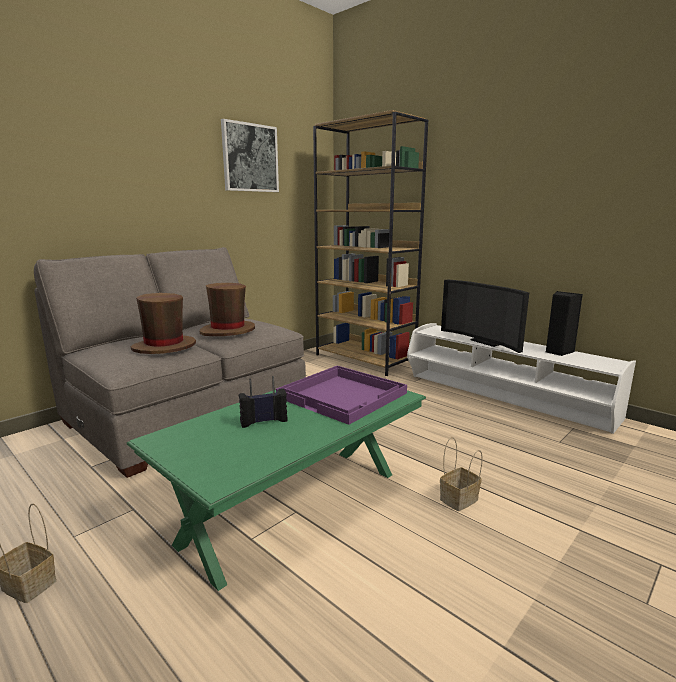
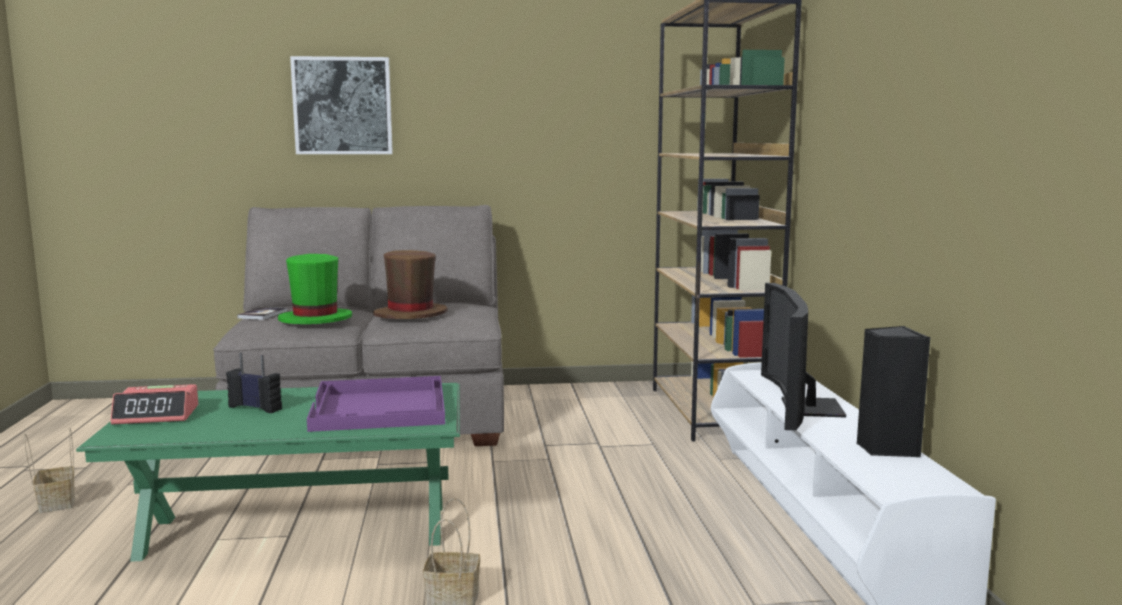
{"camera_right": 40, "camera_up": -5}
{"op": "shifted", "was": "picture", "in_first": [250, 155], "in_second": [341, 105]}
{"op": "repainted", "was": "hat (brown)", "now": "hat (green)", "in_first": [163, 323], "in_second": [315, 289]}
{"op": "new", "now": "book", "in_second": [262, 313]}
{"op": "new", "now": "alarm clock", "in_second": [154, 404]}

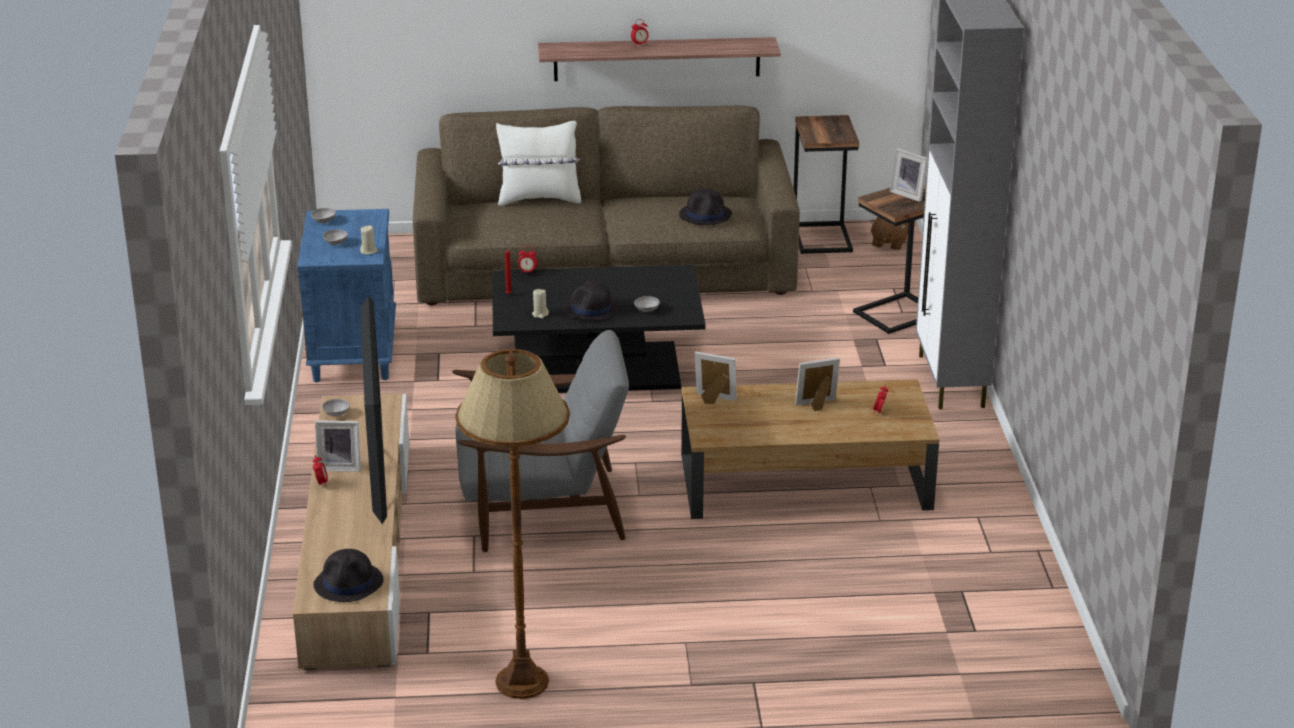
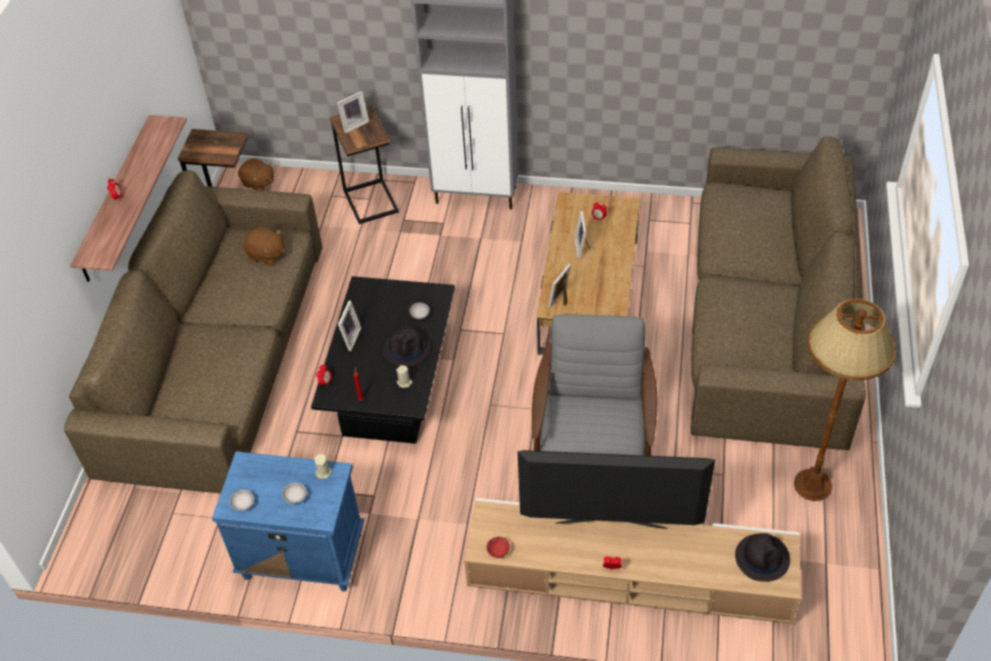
{"camera_right": -75, "camera_up": 20}
{"op": "gone", "was": "pillow (white)", "in_first": [538, 163]}
{"op": "swapped", "was": "hat (black)", "now": "plush toy (brown)", "in_first": [705, 207], "in_second": [264, 246]}
{"op": "repainted", "was": "bowl (grey)", "now": "bowl (red)", "in_first": [336, 407], "in_second": [498, 547]}
{"op": "shifted", "was": "picture frame", "in_first": [338, 446], "in_second": [349, 326]}
{"op": "new", "now": "sofa (brown)", "in_second": [778, 293]}

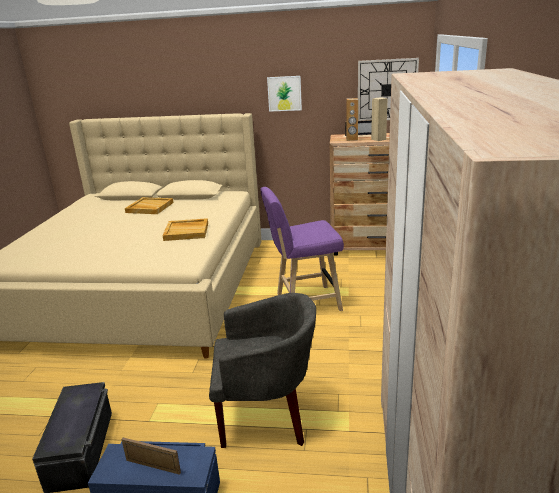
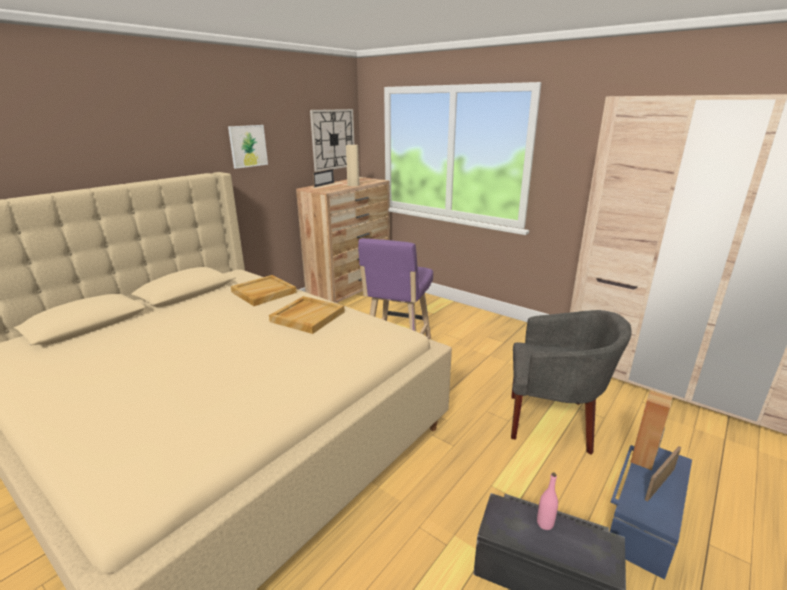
{"camera_right": -60, "camera_up": 0}
{"op": "shifted", "was": "speaker (brown)", "in_first": [352, 119], "in_second": [651, 430]}
{"op": "shifted", "was": "tray (beige)", "in_first": [149, 205], "in_second": [264, 290]}
{"op": "rotated", "was": "armchair (grey)", "in_first": [262, 370], "in_second": [571, 382], "clockwise": 75}
{"op": "new", "now": "bottle (pink)", "in_second": [547, 501]}

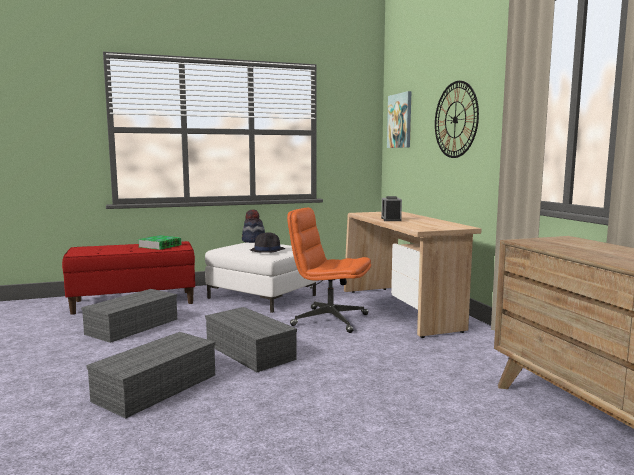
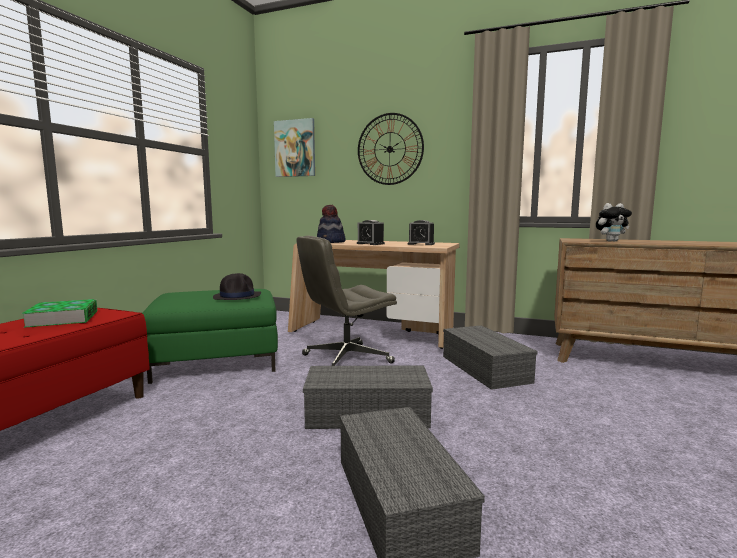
{"camera_right": -50, "camera_up": 0}
{"op": "repainted", "was": "office chair (orange)", "now": "office chair (grey)", "in_first": [329, 270], "in_second": [347, 300]}
{"op": "shifted", "was": "hat", "in_first": [253, 226], "in_second": [331, 224]}
{"op": "repainted", "was": "ottoman (white)", "now": "ottoman (green)", "in_first": [261, 277], "in_second": [210, 336]}
{"op": "shifted", "was": "storage box (grey)", "in_first": [129, 316], "in_second": [490, 357]}
{"op": "new", "now": "plush toy", "in_second": [614, 222]}
{"op": "new", "now": "alarm clock", "in_second": [421, 232]}

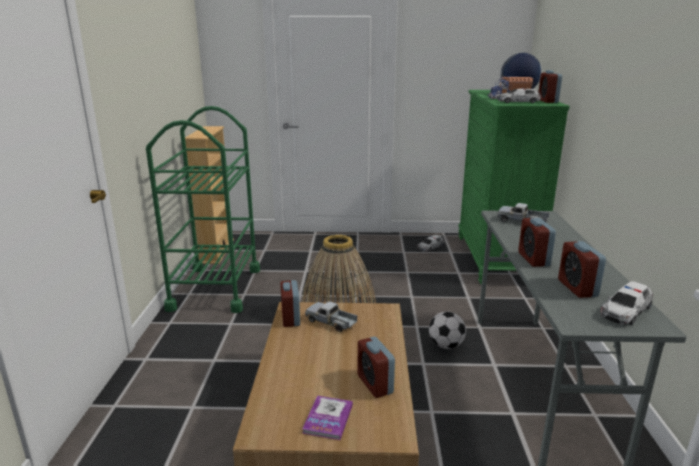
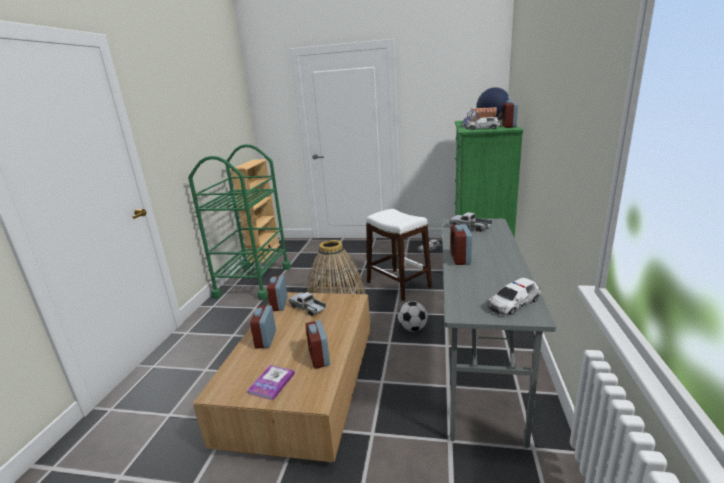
{"camera_right": 10, "camera_up": 0}
{"op": "shifted", "was": "alarm clock", "in_first": [582, 269], "in_second": [263, 327]}
{"op": "new", "now": "stool (white)", "in_second": [399, 255]}

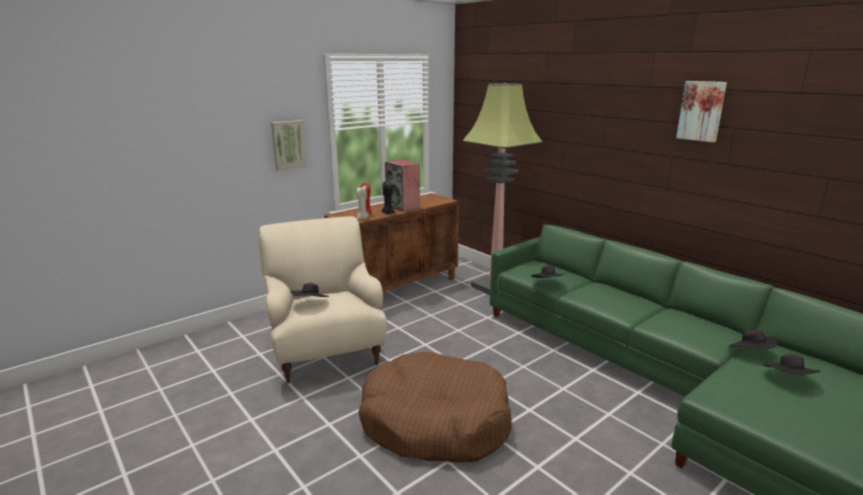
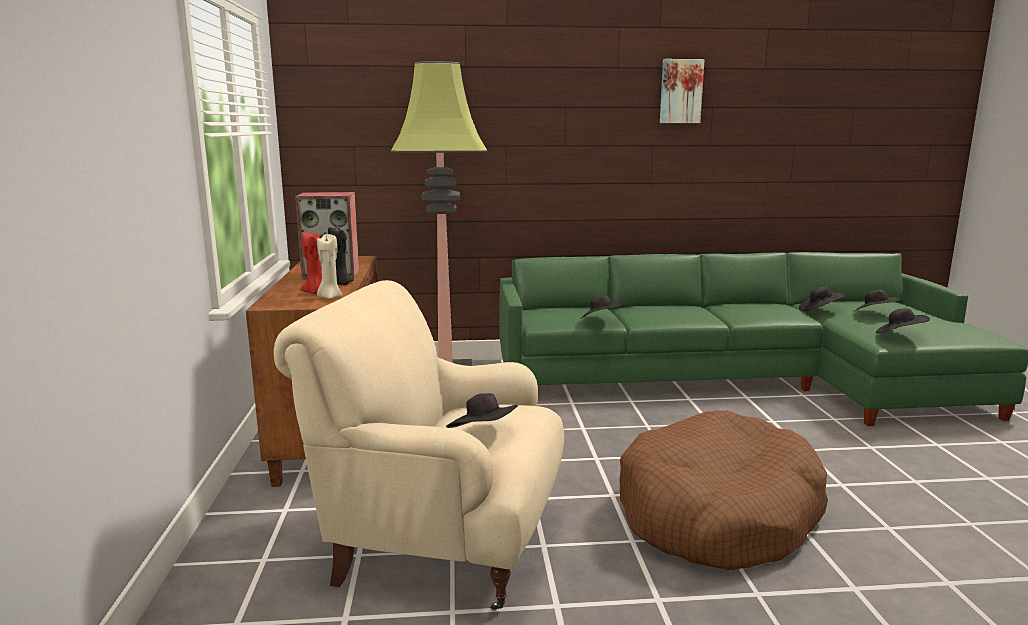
{"camera_right": -55, "camera_up": -5}
{"op": "gone", "was": "picture", "in_first": [289, 145]}
{"op": "new", "now": "hat (black)", "in_second": [903, 321]}

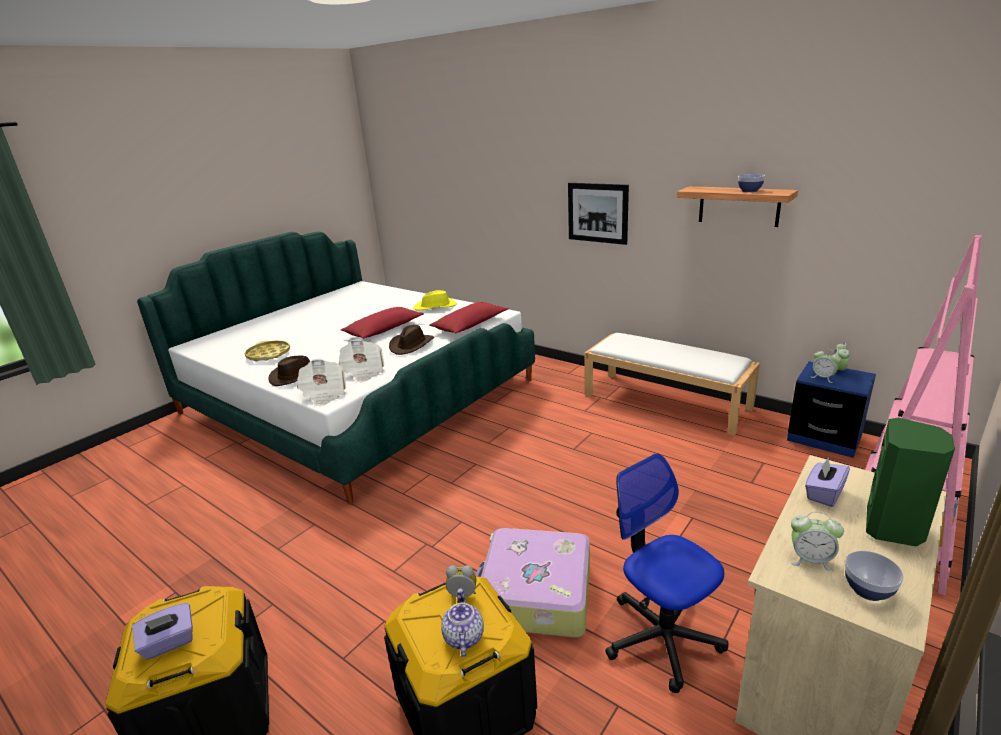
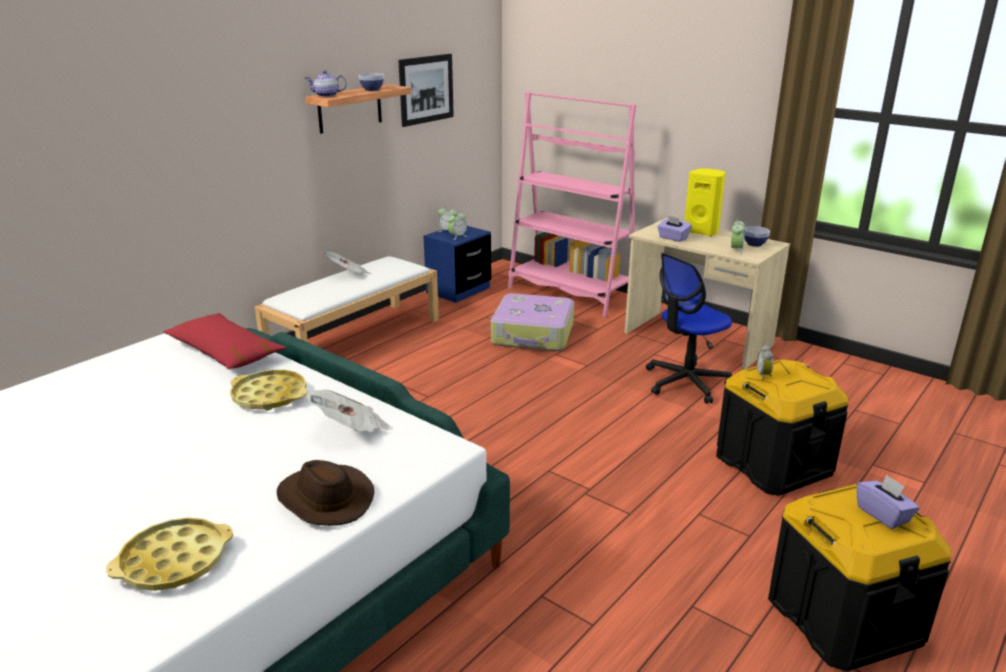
{"camera_right": -90, "camera_up": 0}
{"op": "shifted", "was": "picture", "in_first": [598, 214], "in_second": [426, 90]}
{"op": "gone", "was": "hat (yellow)", "in_first": [435, 300]}
{"op": "gone", "was": "pillow (red)", "in_first": [382, 323]}
{"op": "swapped", "was": "hat (brown)", "now": "tray (yellow)", "in_first": [411, 340], "in_second": [269, 390]}
{"op": "shifted", "was": "newspaper", "in_first": [321, 382], "in_second": [346, 262]}
{"op": "repainted", "was": "speaker (green)", "now": "speaker (yellow)", "in_first": [910, 482], "in_second": [705, 202]}
{"op": "shifted", "was": "suitcase", "in_first": [533, 583], "in_second": [532, 322]}
{"op": "shifted", "was": "teapot", "in_first": [462, 623], "in_second": [326, 83]}

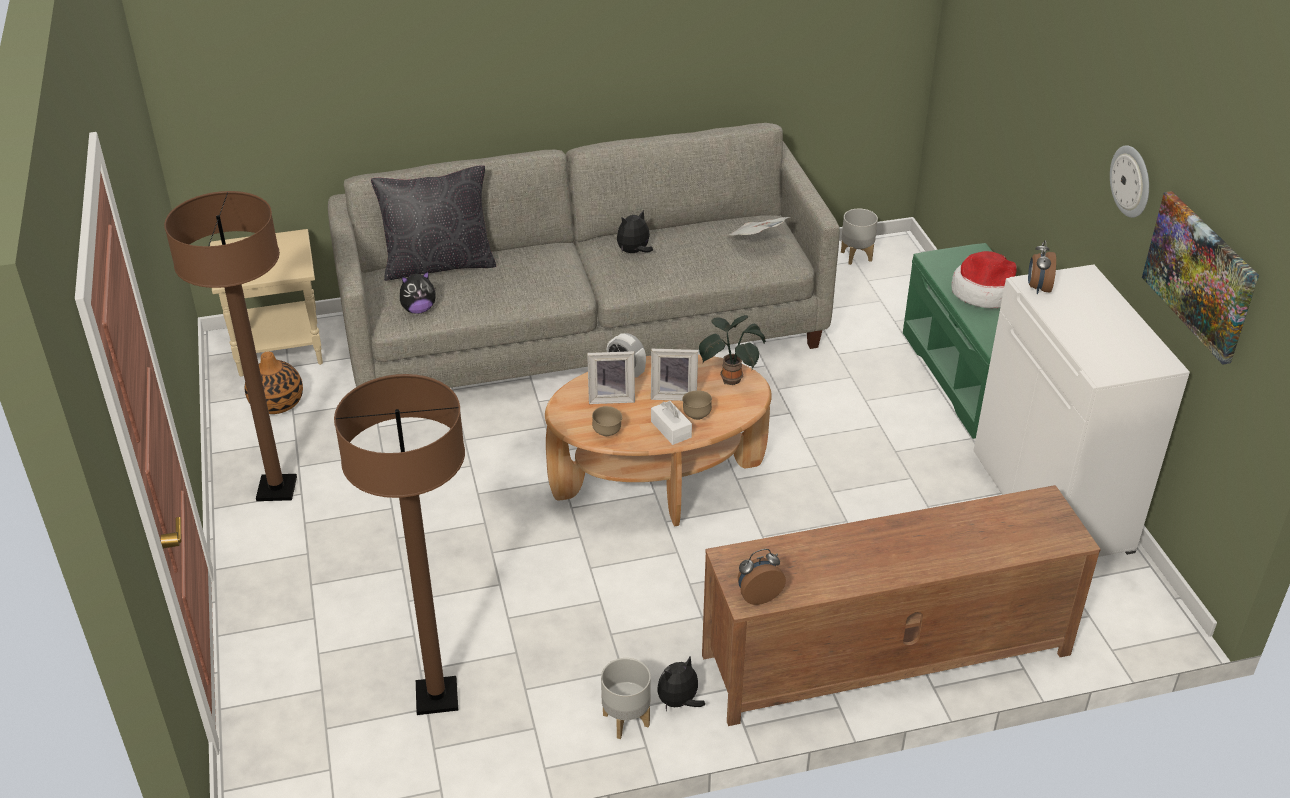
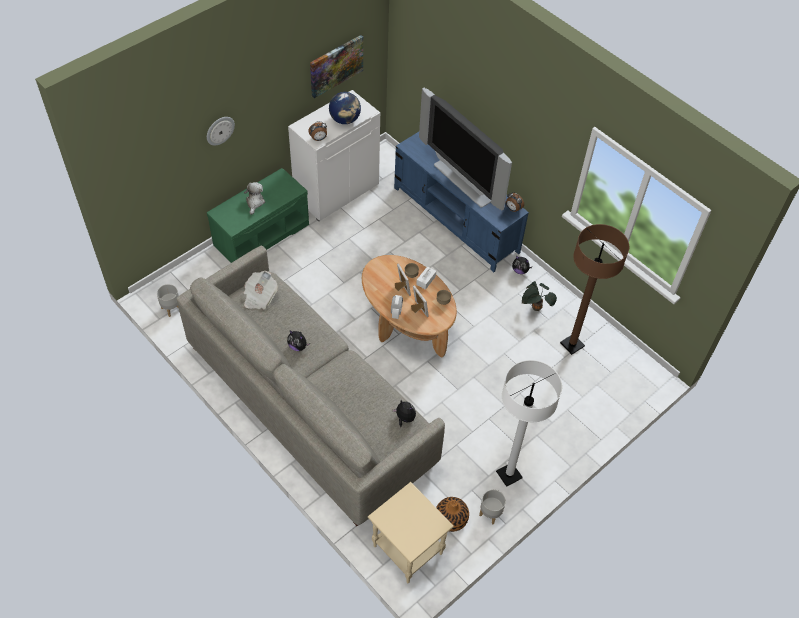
{"camera_right": -120, "camera_up": 15}
{"op": "shifted", "was": "wall clock", "in_first": [1129, 181], "in_second": [221, 131]}
{"op": "gone", "was": "pillow (black)", "in_first": [433, 223]}
{"op": "repainted", "was": "floor lamp (brown)", "now": "floor lamp (white)", "in_first": [230, 346], "in_second": [529, 423]}
{"op": "swapped", "was": "hat", "now": "plush toy", "in_first": [984, 279], "in_second": [254, 198]}
{"op": "shifted", "was": "potted plant", "in_first": [732, 350], "in_second": [539, 296]}
{"op": "repainted", "was": "tv stand (brown)", "now": "tv stand (blue)", "in_first": [901, 605], "in_second": [461, 202]}
{"op": "shifted", "was": "planter (grey)", "in_first": [626, 698], "in_second": [492, 507]}
{"op": "new", "now": "television", "in_second": [465, 149]}
{"op": "new", "now": "globe", "in_second": [345, 108]}

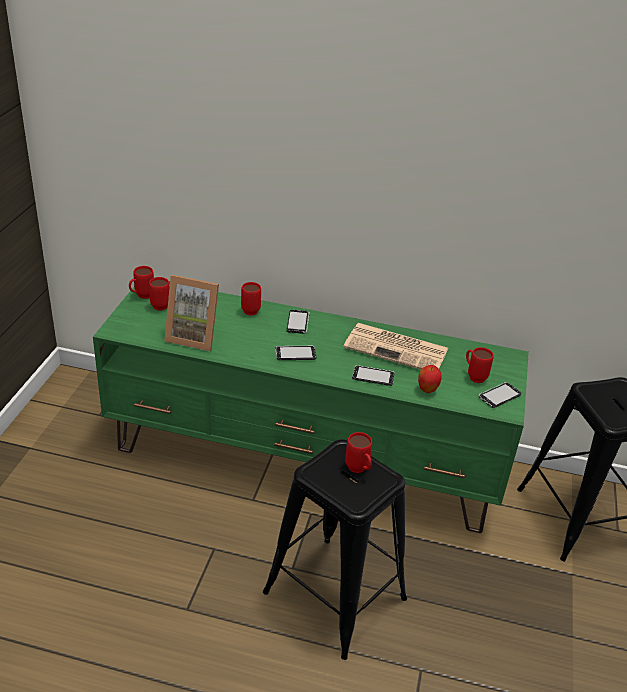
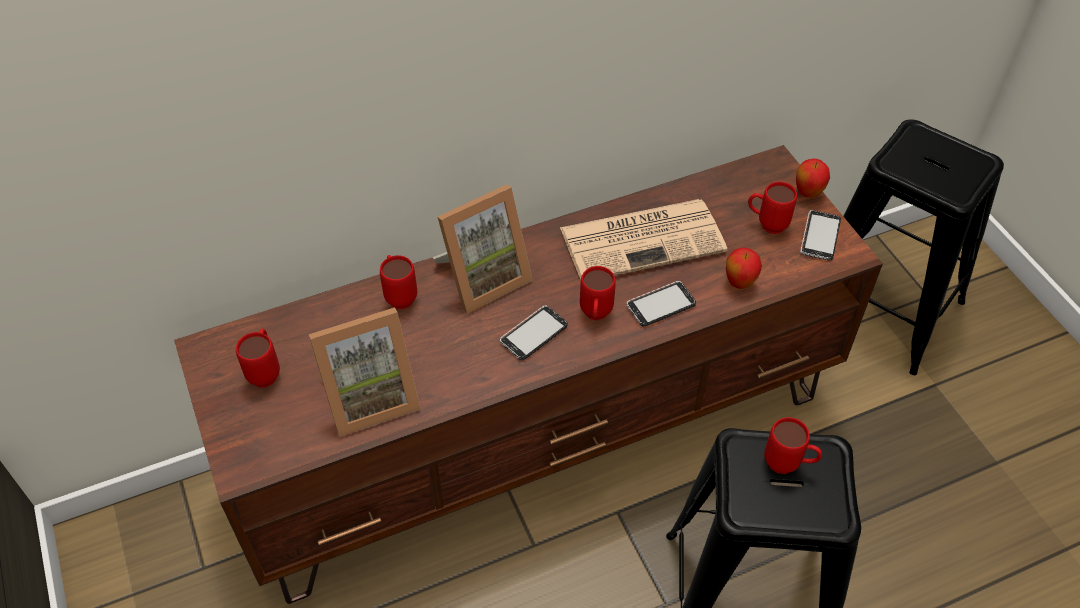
{"camera_right": -35, "camera_up": 15}
{"op": "shifted", "was": "mug (red)", "in_first": [141, 282], "in_second": [598, 293]}
{"op": "repainted", "was": "tv stand (green)", "now": "tv stand (brown)", "in_first": [311, 408], "in_second": [528, 374]}
{"op": "swapped", "was": "phone", "now": "picture frame", "in_first": [298, 322], "in_second": [483, 249]}
{"op": "new", "now": "apple", "in_second": [813, 178]}

